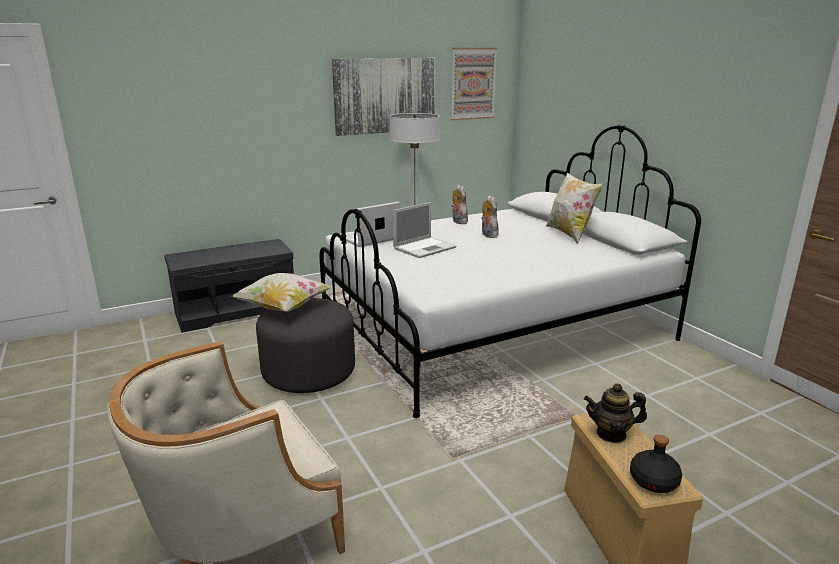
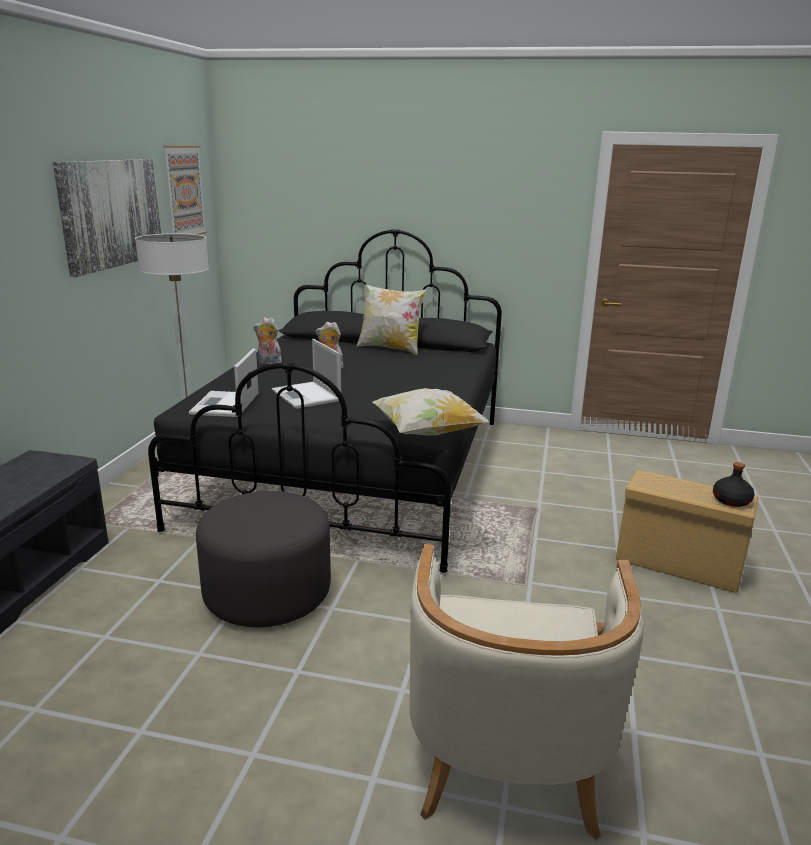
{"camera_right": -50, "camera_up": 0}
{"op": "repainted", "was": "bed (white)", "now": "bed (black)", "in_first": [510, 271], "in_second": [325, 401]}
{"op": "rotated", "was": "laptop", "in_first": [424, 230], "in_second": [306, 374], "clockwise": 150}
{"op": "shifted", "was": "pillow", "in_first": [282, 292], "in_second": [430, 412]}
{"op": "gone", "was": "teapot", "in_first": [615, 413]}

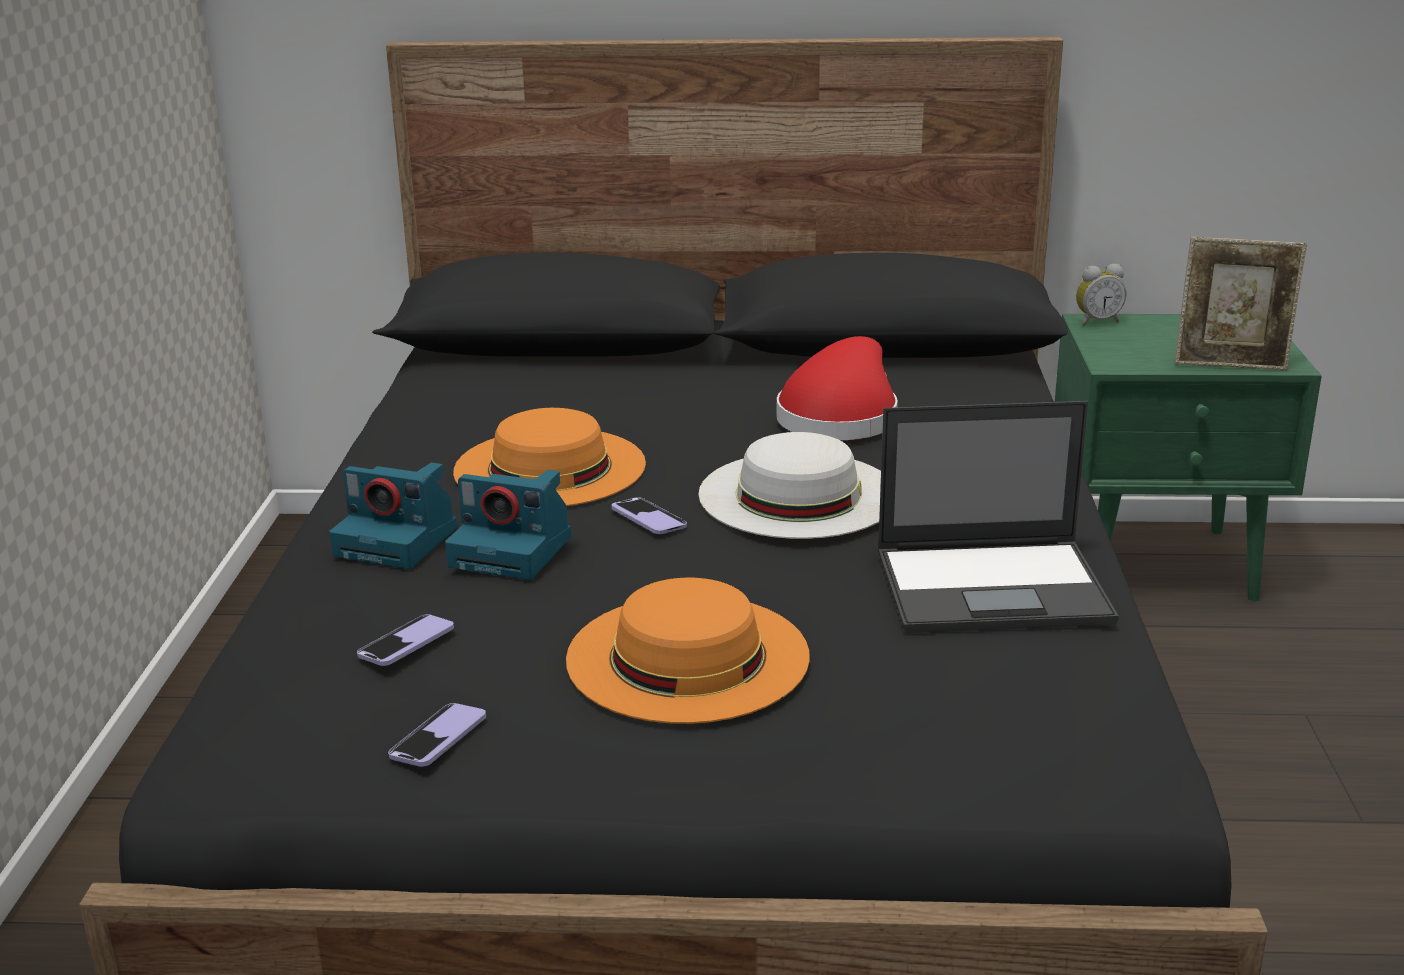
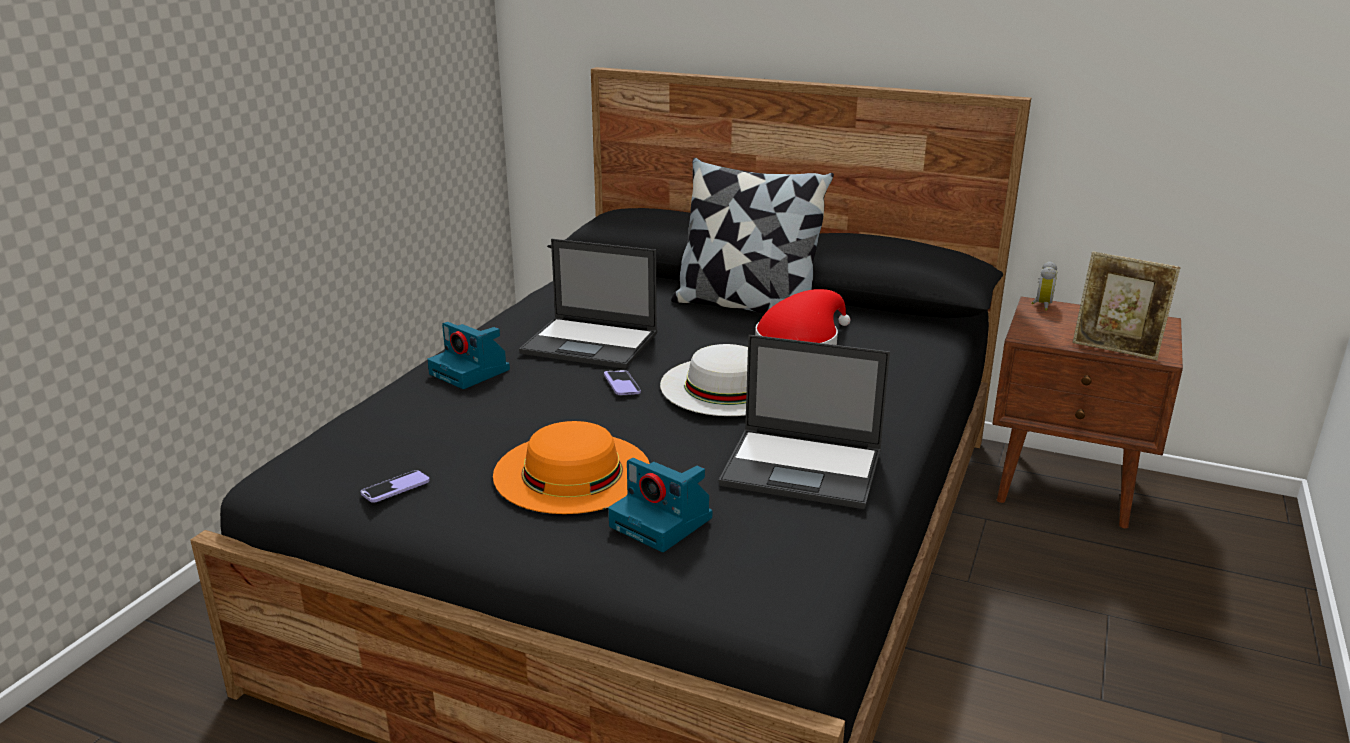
{"camera_right": 20, "camera_up": 0}
{"op": "rotated", "was": "alarm clock", "in_first": [1101, 295], "in_second": [1044, 286], "clockwise": -75}
{"op": "repainted", "was": "nightstand (green)", "now": "nightstand (brown)", "in_first": [1188, 458], "in_second": [1087, 412]}
{"op": "swapped", "was": "hat (orange)", "now": "laptop", "in_first": [549, 457], "in_second": [588, 304]}
{"op": "shifted", "was": "photo camera", "in_first": [508, 525], "in_second": [660, 505]}
{"op": "gone", "was": "phone", "in_first": [405, 640]}
{"op": "new", "now": "pillow", "in_second": [752, 235]}

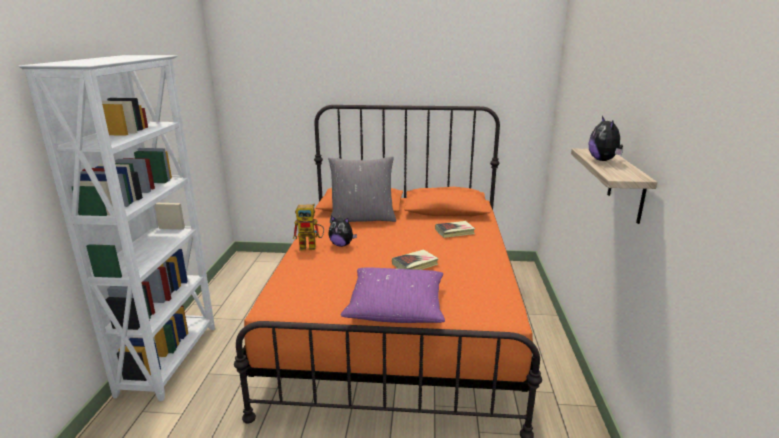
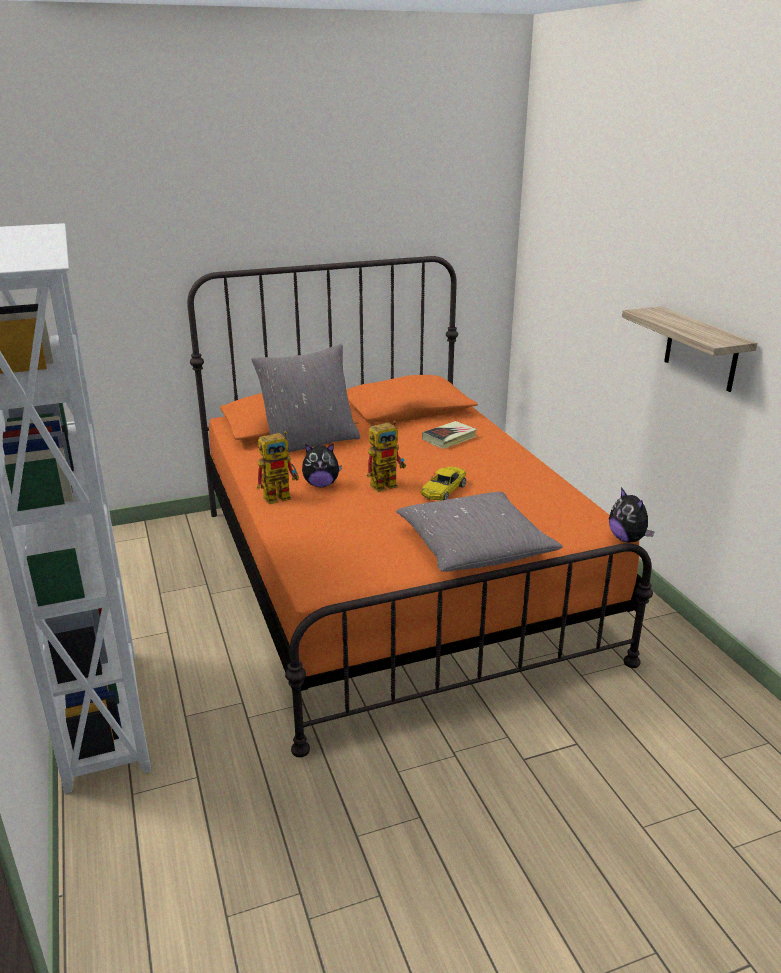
{"camera_right": -25, "camera_up": 5}
{"op": "shifted", "was": "plush toy", "in_first": [606, 138], "in_second": [632, 515]}
{"op": "swapped", "was": "book", "now": "toy car (yellow)", "in_first": [415, 259], "in_second": [443, 483]}
{"op": "repainted", "was": "pillow (purple)", "now": "pillow (grey)", "in_first": [393, 295], "in_second": [479, 532]}
{"op": "new", "now": "toy robot", "in_second": [386, 456]}

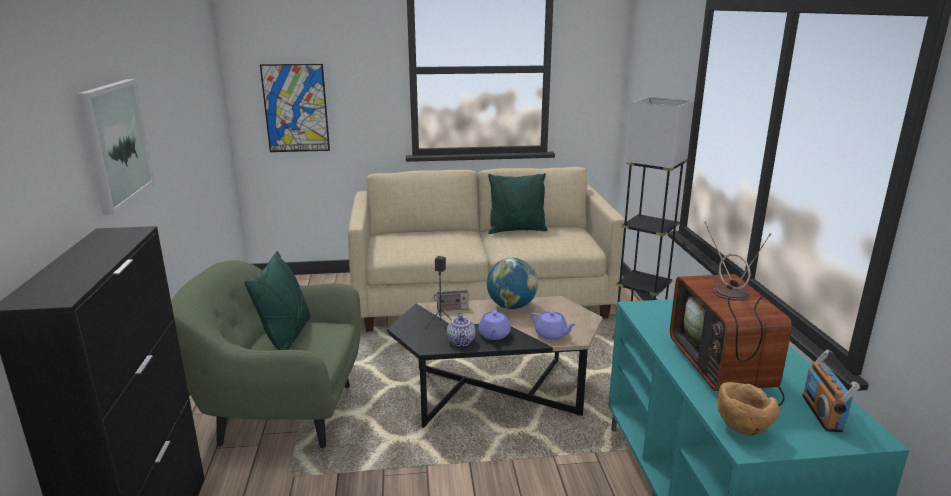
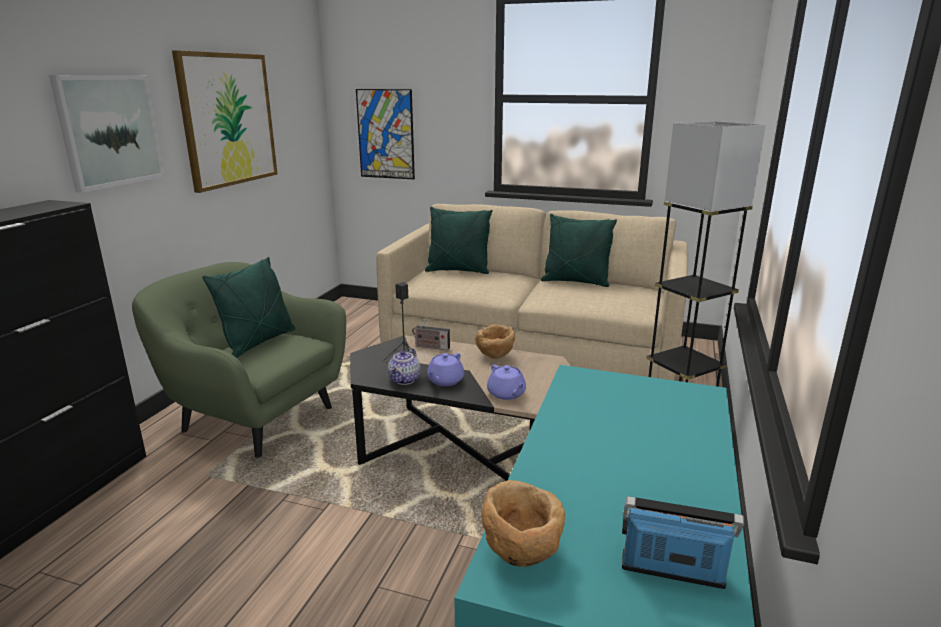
{"camera_right": 25, "camera_up": 0}
{"op": "gone", "was": "television", "in_first": [731, 313]}
{"op": "swapped", "was": "globe", "now": "bowl (brown)", "in_first": [512, 283], "in_second": [495, 341]}
{"op": "rotated", "was": "radio", "in_first": [831, 390], "in_second": [683, 542], "clockwise": 75}
{"op": "new", "now": "picture", "in_second": [225, 121]}
{"op": "new", "now": "pillow (green)", "in_second": [459, 240]}

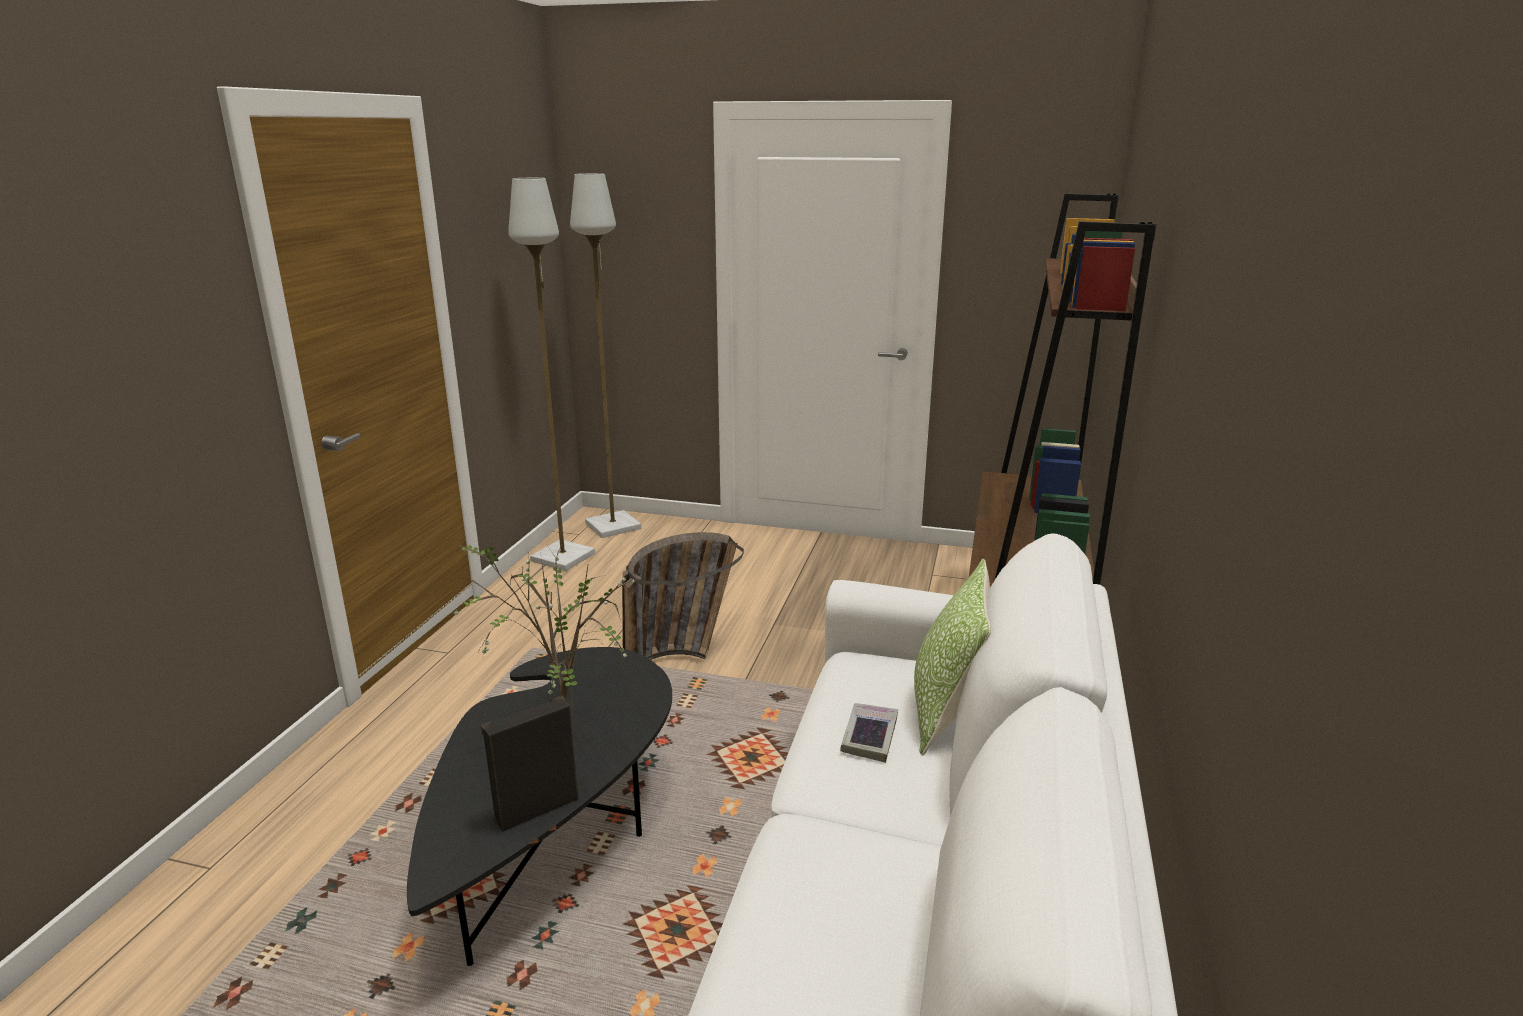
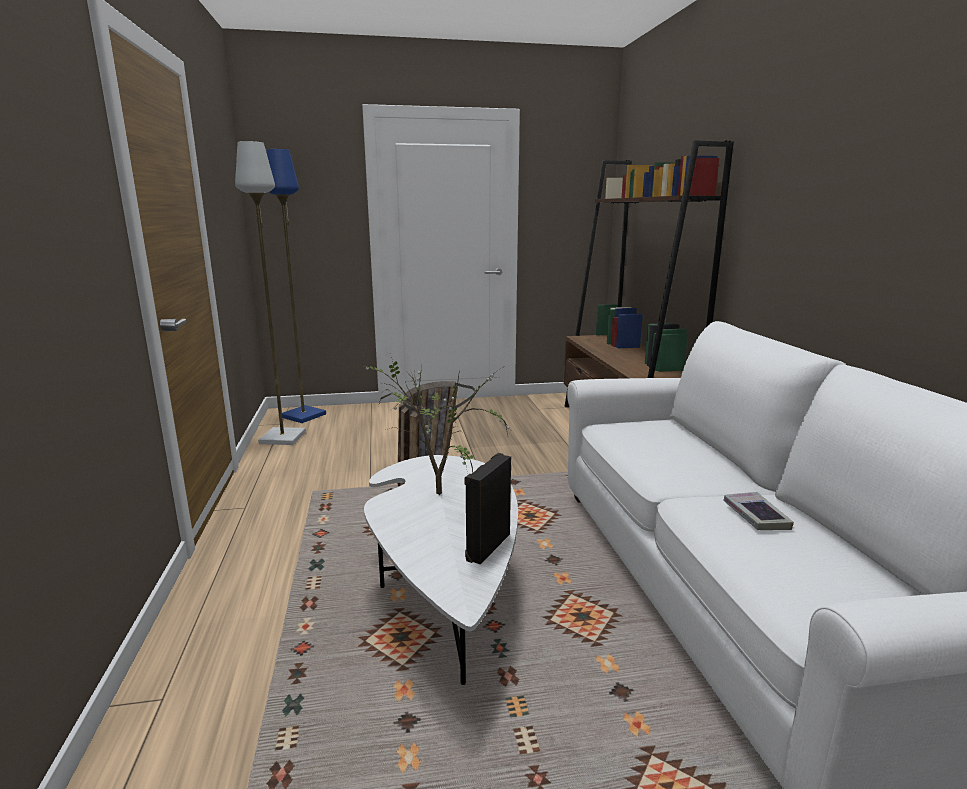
{"camera_right": -25, "camera_up": -5}
{"op": "repainted", "was": "floor lamp (grey)", "now": "floor lamp (blue)", "in_first": [605, 355], "in_second": [296, 286]}
{"op": "gone", "was": "pillow", "in_first": [952, 656]}
{"op": "repainted", "was": "coffee table (black)", "now": "coffee table (white)", "in_first": [539, 806], "in_second": [441, 570]}
{"op": "shifted", "was": "book", "in_first": [869, 733], "in_second": [758, 511]}

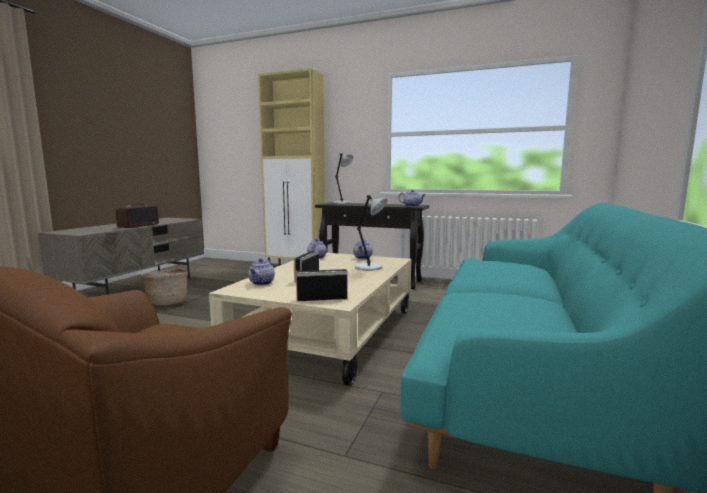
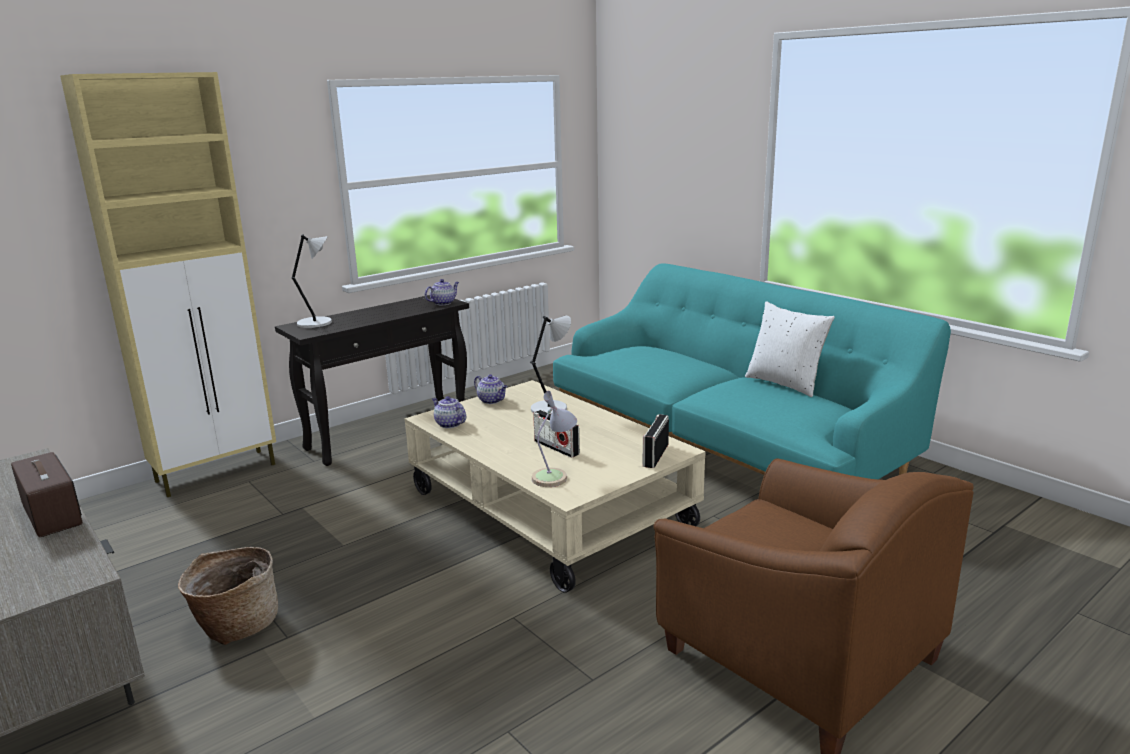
{"camera_right": -60, "camera_up": 10}
{"op": "swapped", "was": "teapot", "now": "table lamp", "in_first": [261, 272], "in_second": [554, 439]}
{"op": "new", "now": "pillow (white)", "in_second": [790, 349]}

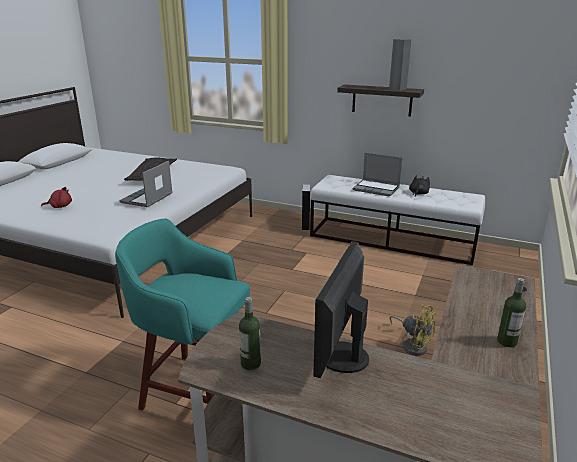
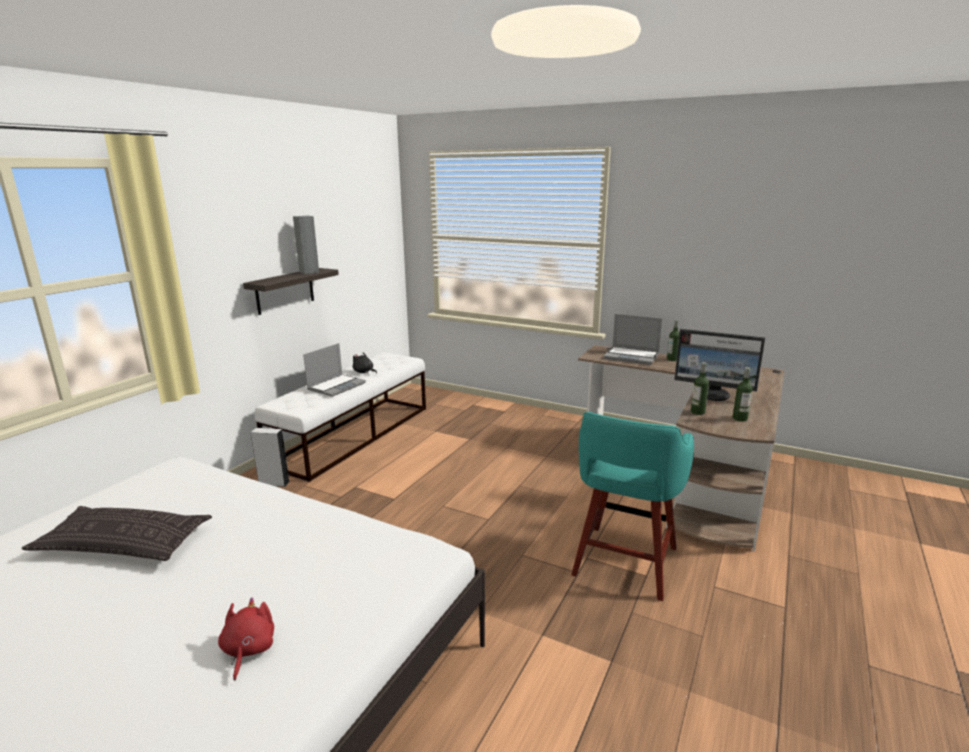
{"camera_right": -85, "camera_up": -5}
{"op": "shifted", "was": "laptop", "in_first": [146, 183], "in_second": [633, 339]}
{"op": "gone", "was": "fan (yellow)", "in_first": [412, 330]}
{"op": "new", "now": "bottle", "in_second": [700, 388]}

